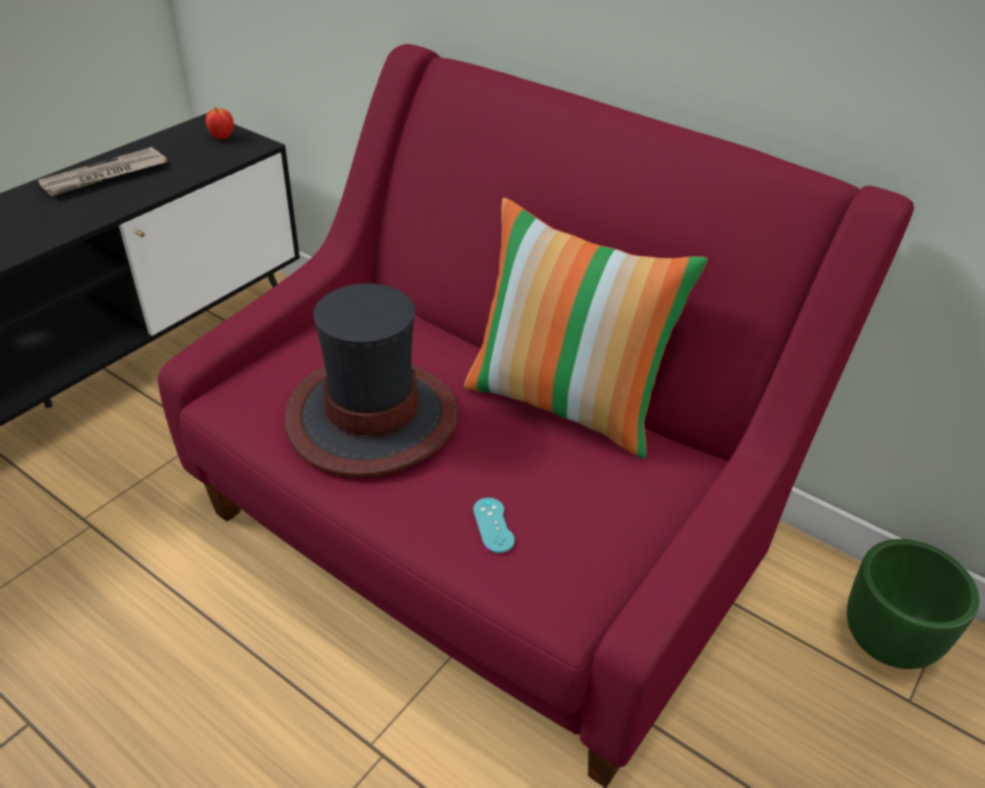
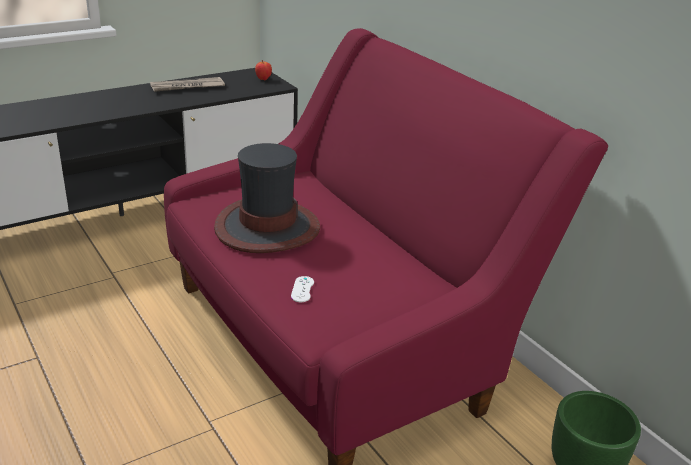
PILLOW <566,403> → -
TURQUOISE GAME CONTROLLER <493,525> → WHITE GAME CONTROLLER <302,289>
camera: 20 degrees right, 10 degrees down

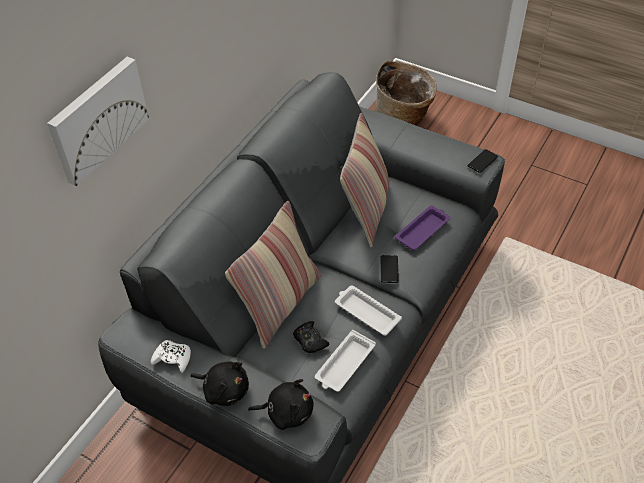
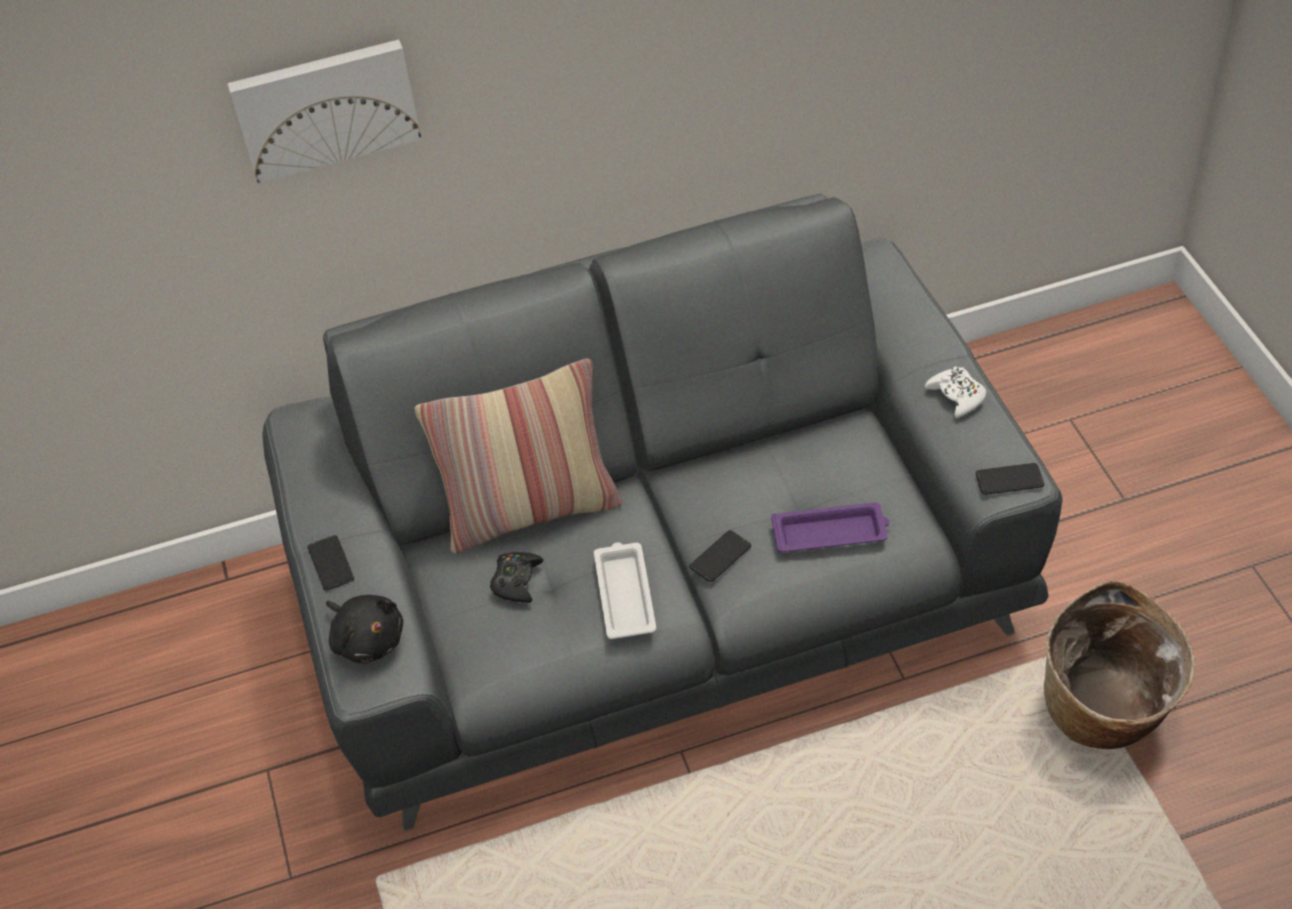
WHITE TRAY <344,364> → -
PILLOW <366,211> → -
WHITE GAME CONTROLLER <173,358> → WHITE GAME CONTROLLER <956,396>, moved
BASKET <403,118> → BASKET <1106,713>, moved
BLACK PLUSH TOY <224,390> → PHONE <331,563>
camera: 45 degrees right, 0 degrees up

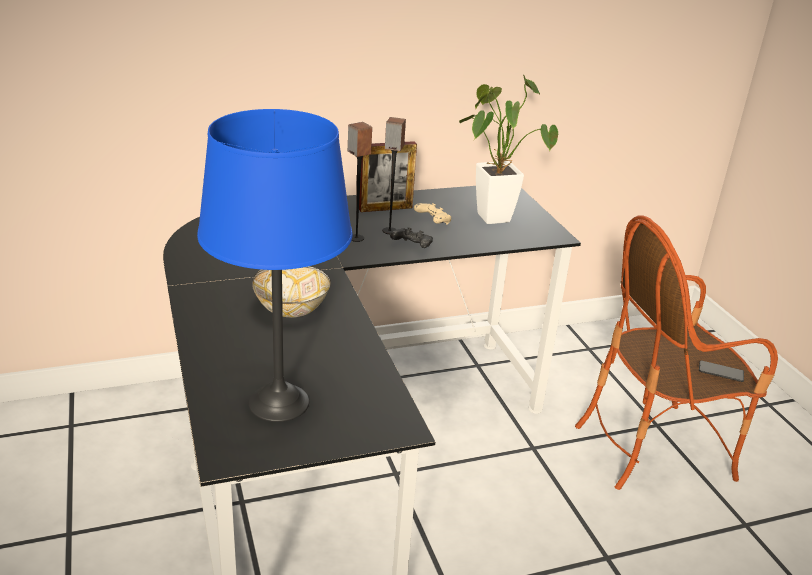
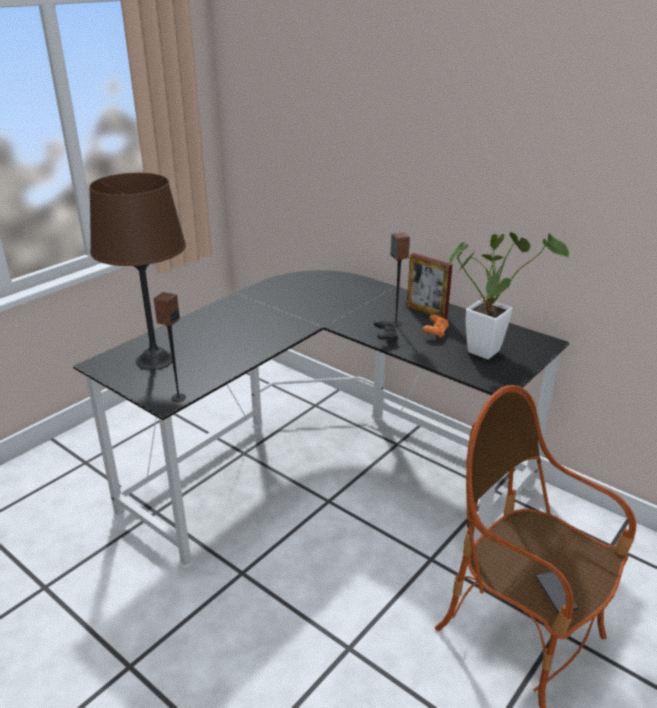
BOWL <291,309> → -
SPEAKER <356,238> → SPEAKER <178,398>, moved
BLUE TABLE LAMP <279,402> → BROWN TABLE LAMP <155,360>
BEIGE GAME CONTROLLER <432,222> → ORANGE GAME CONTROLLER <435,333>
camera: 60 degrees right, 0 degrees up

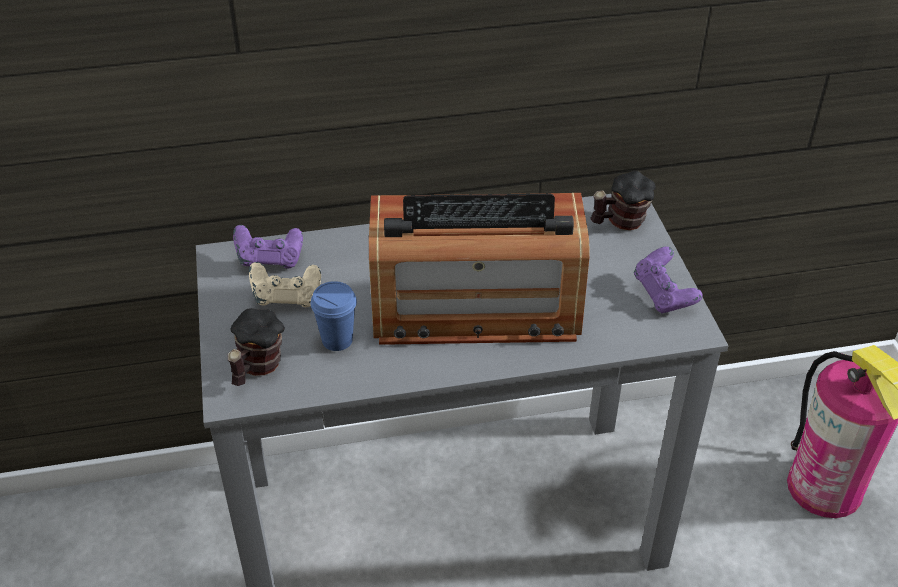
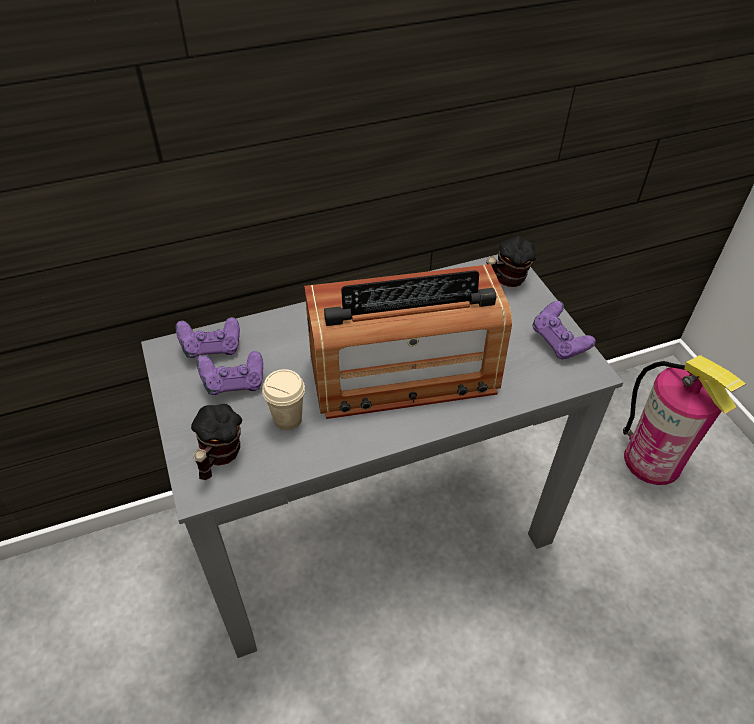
BEIGE GAME CONTROLLER <287,298> → PURPLE GAME CONTROLLER <234,384>
BLUE CUP <337,340> → BEIGE CUP <288,419>
camera: 10 degrees left, 5 degrees up

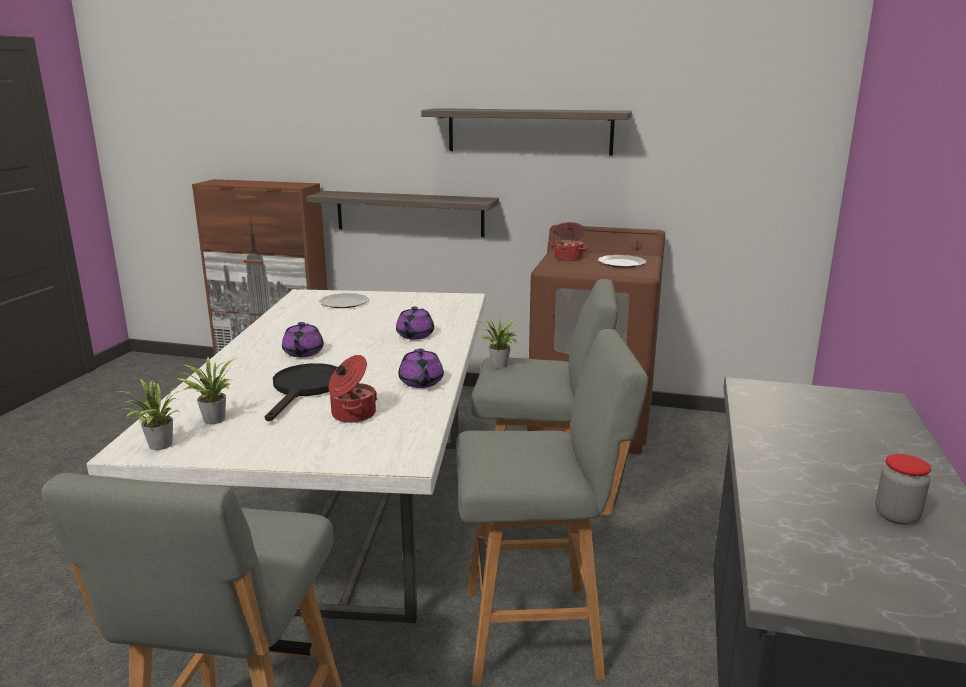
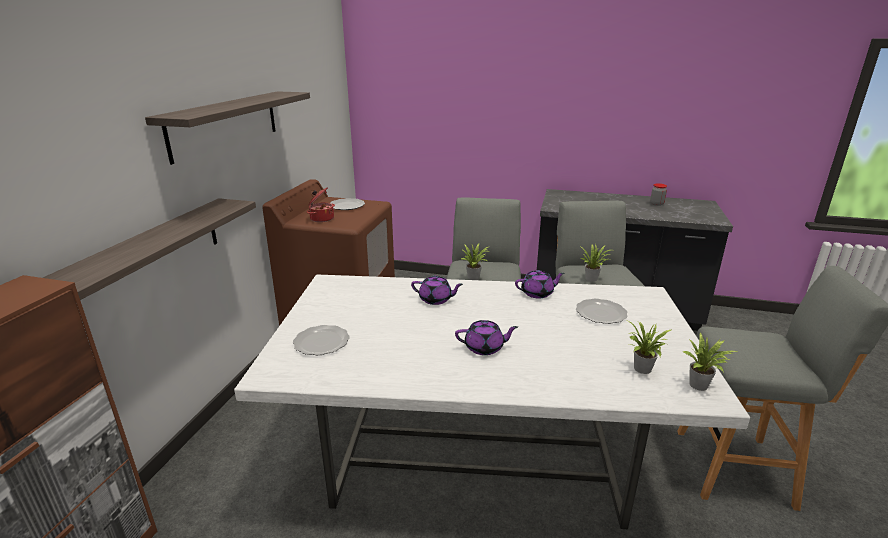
BLACK FRYING PAN <305,389> → -
- → POTTED PLANT <592,278>
COOKING POT <352,414> → PLATE <601,313>
camera: 90 degrees left, 5 degrees up

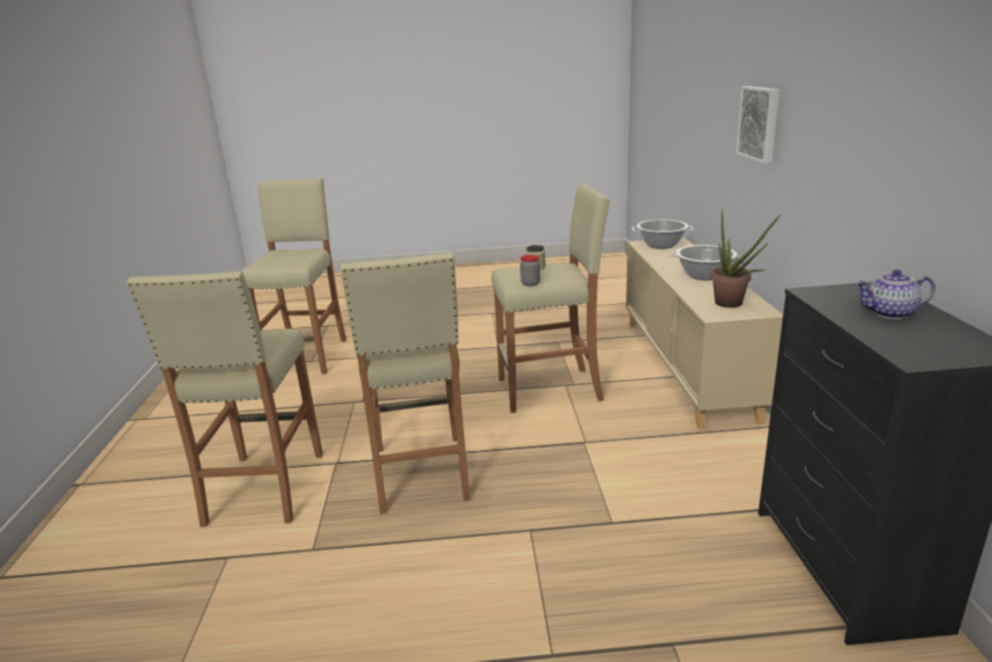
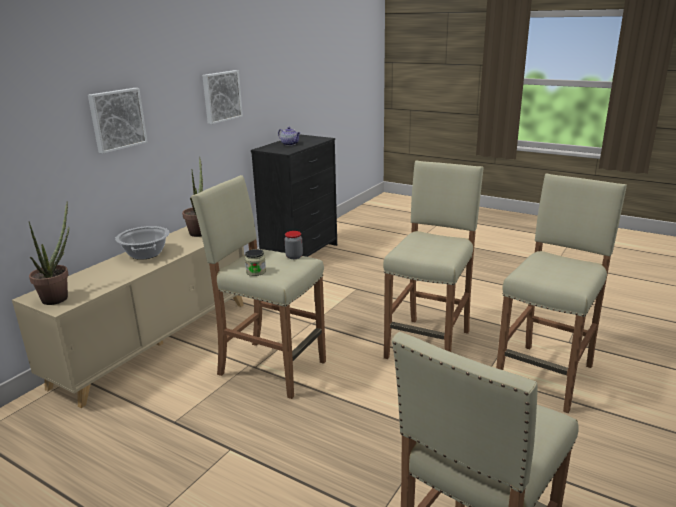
- → PICTURE <221,96>
COOKING POT <661,245> → POTTED PLANT <59,296>
camera: 145 degrees left, 0 degrees up

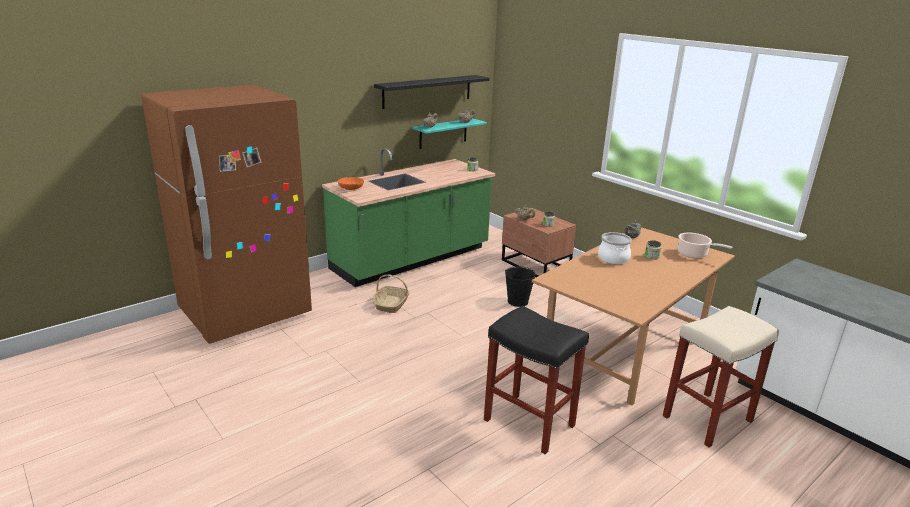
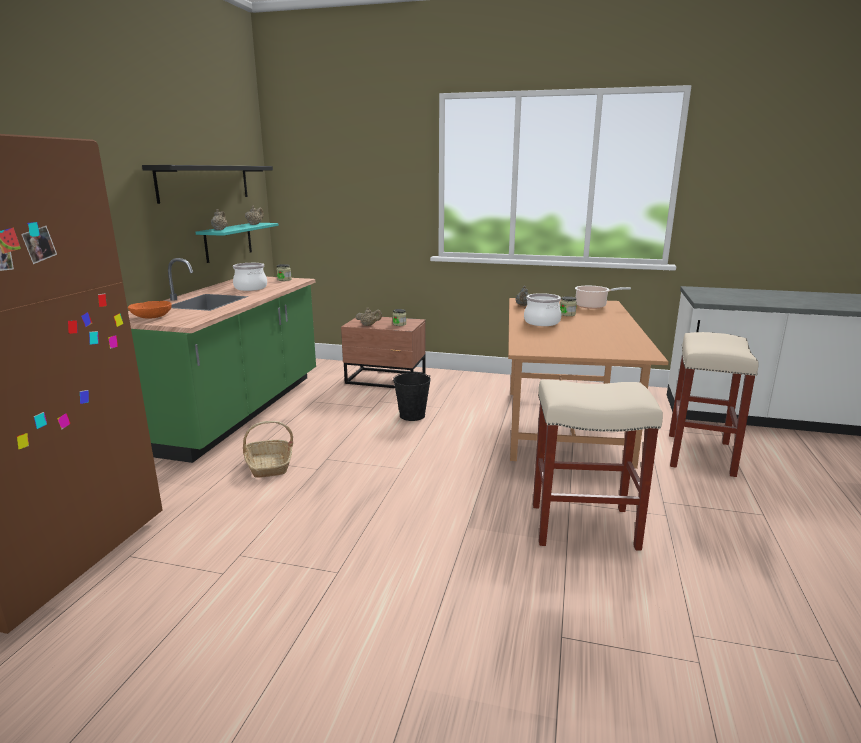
- → COOKING POT <251,288>
BLACK STOOL <528,422> → BEIGE STOOL <582,526>
camera: 35 degrees left, 5 degrees down

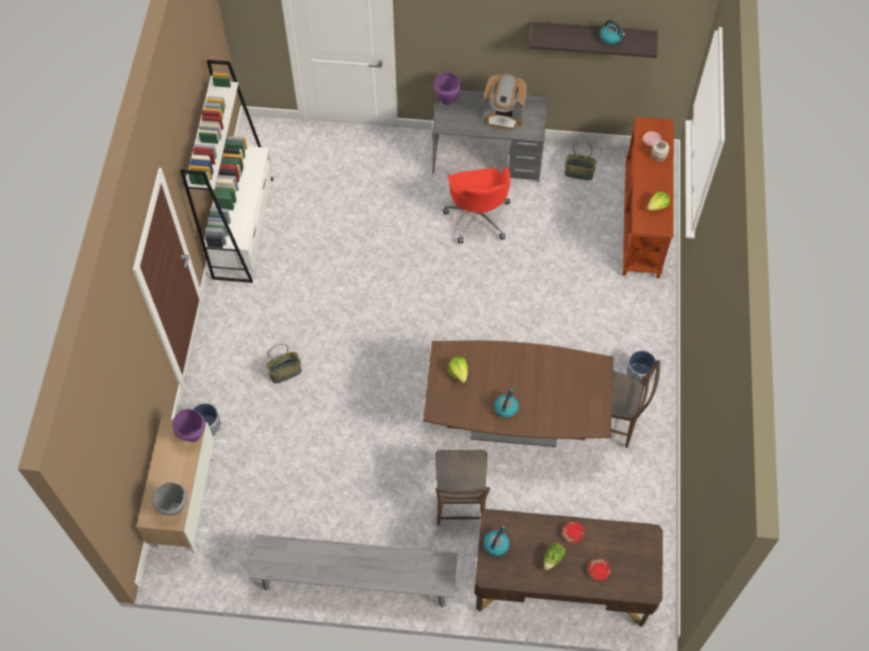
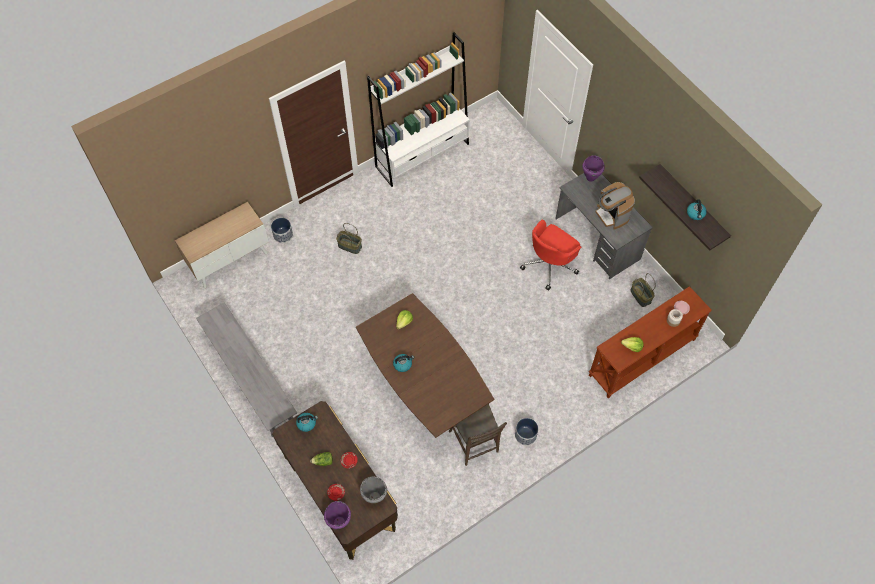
BROWN CHAIR <460,504> → -
GREY COOKING POT <175,509> → GREY COOKING POT <374,497>, moved
PURPLE COOKING POT <193,436> → PURPLE COOKING POT <339,522>, moved
camera: 50 degrees right, 0 degrees up

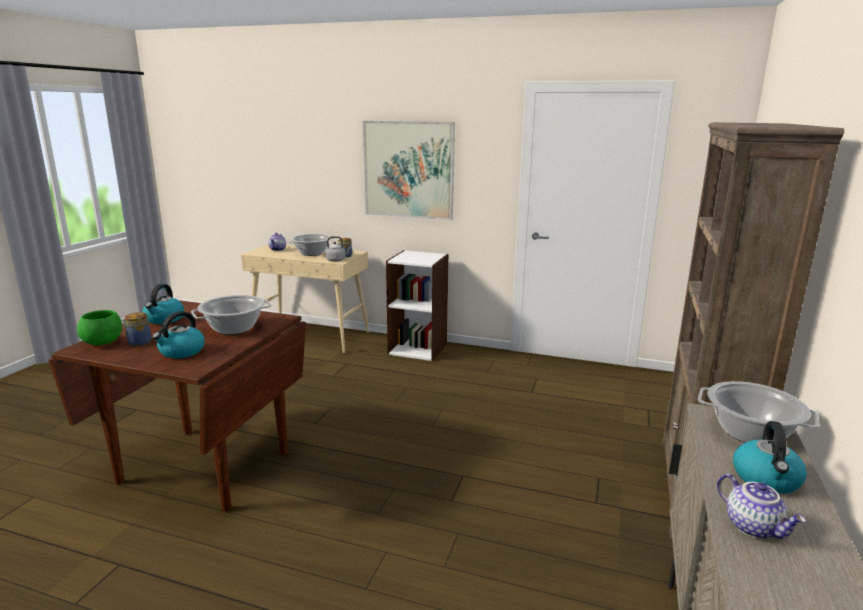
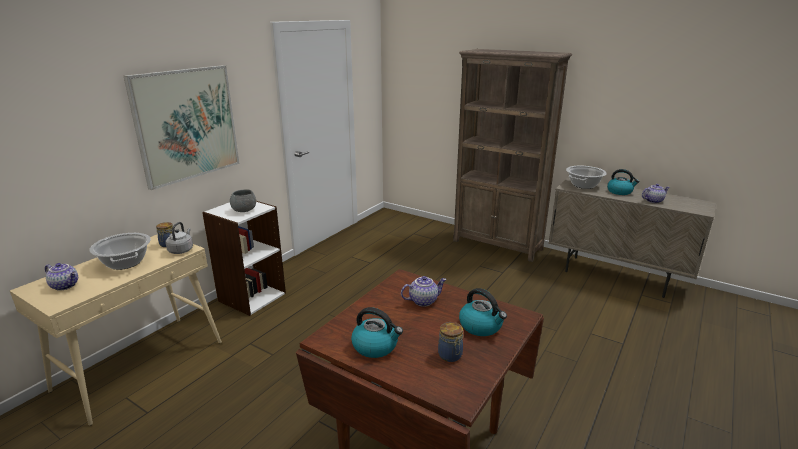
GREEN BOWL <102,343> → -
- → GREY BOWL <244,210>
COOKING POT <234,328> → TEAPOT <423,301>
camera: 75 degrees left, 5 degrees up

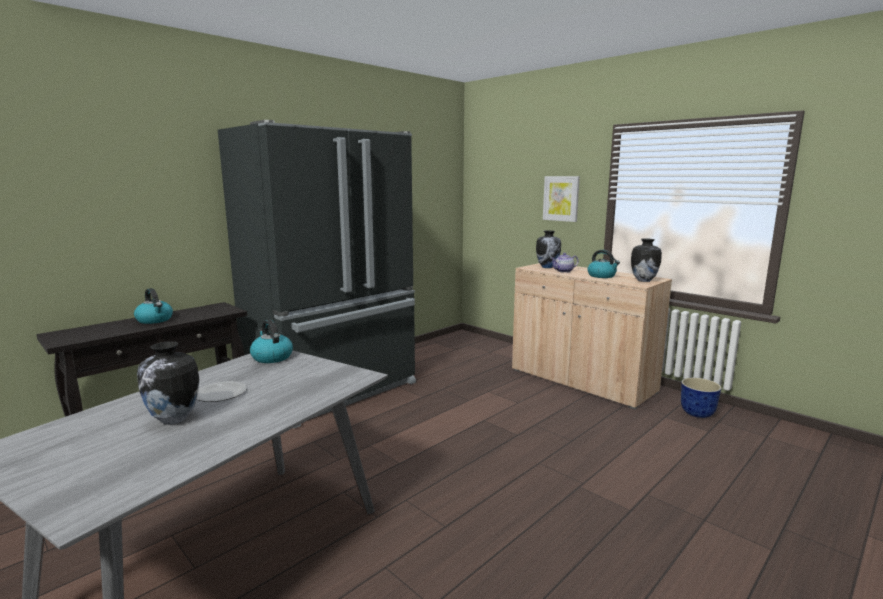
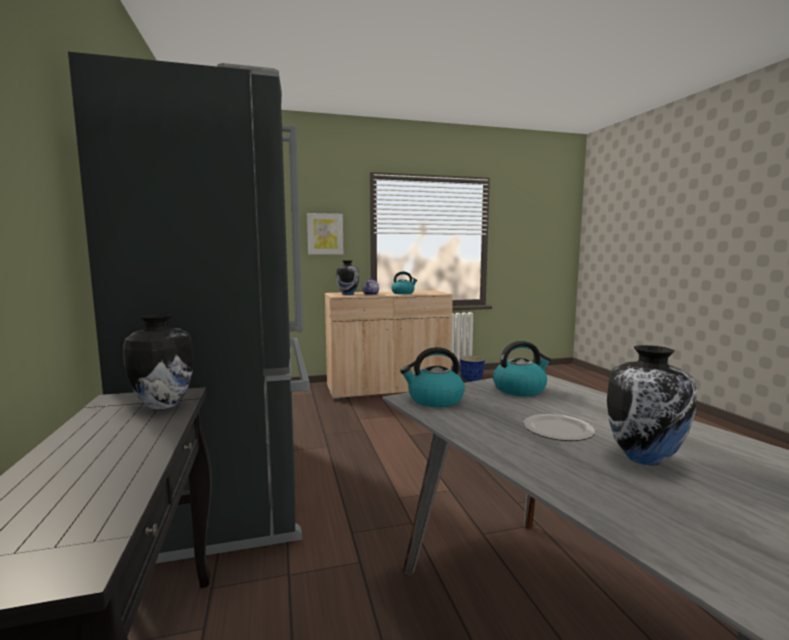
KETTLE <155,320> → KETTLE <520,389>, moved
VASE <643,280> → VASE <162,405>, moved
camera: 60 degrees left, 5 degrees down

